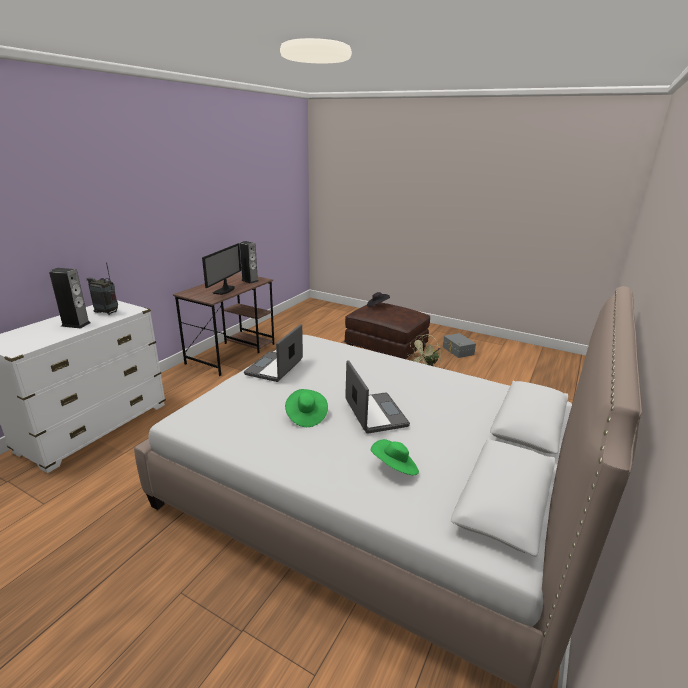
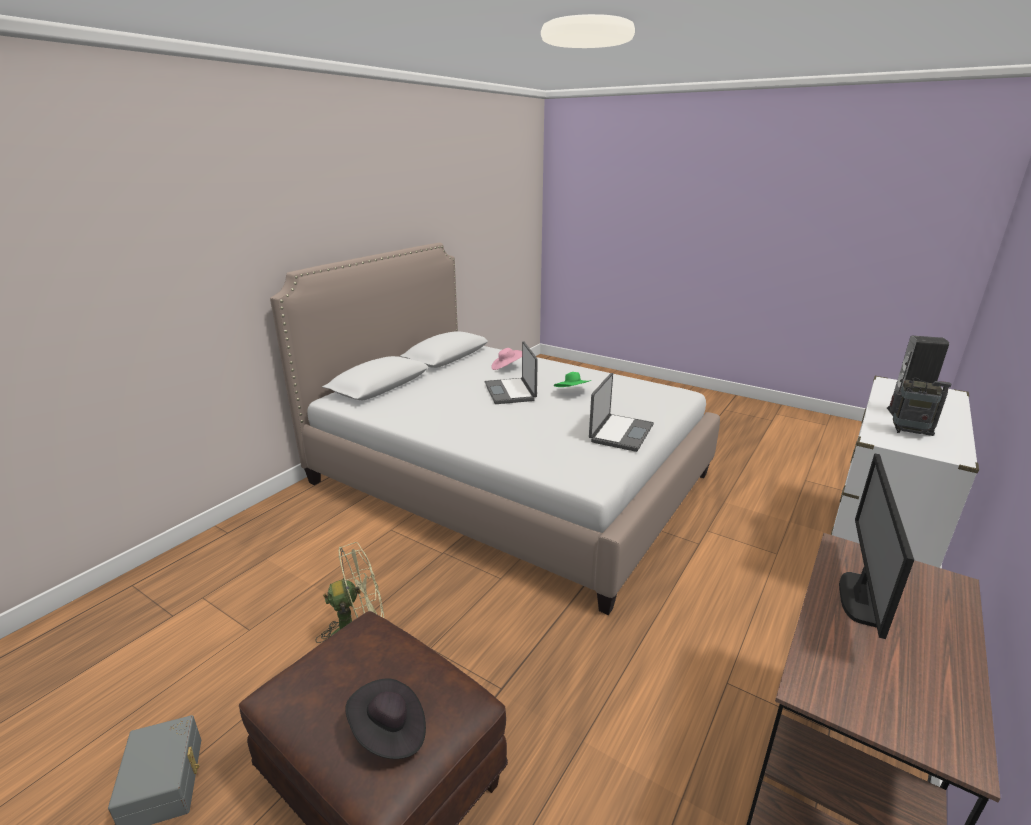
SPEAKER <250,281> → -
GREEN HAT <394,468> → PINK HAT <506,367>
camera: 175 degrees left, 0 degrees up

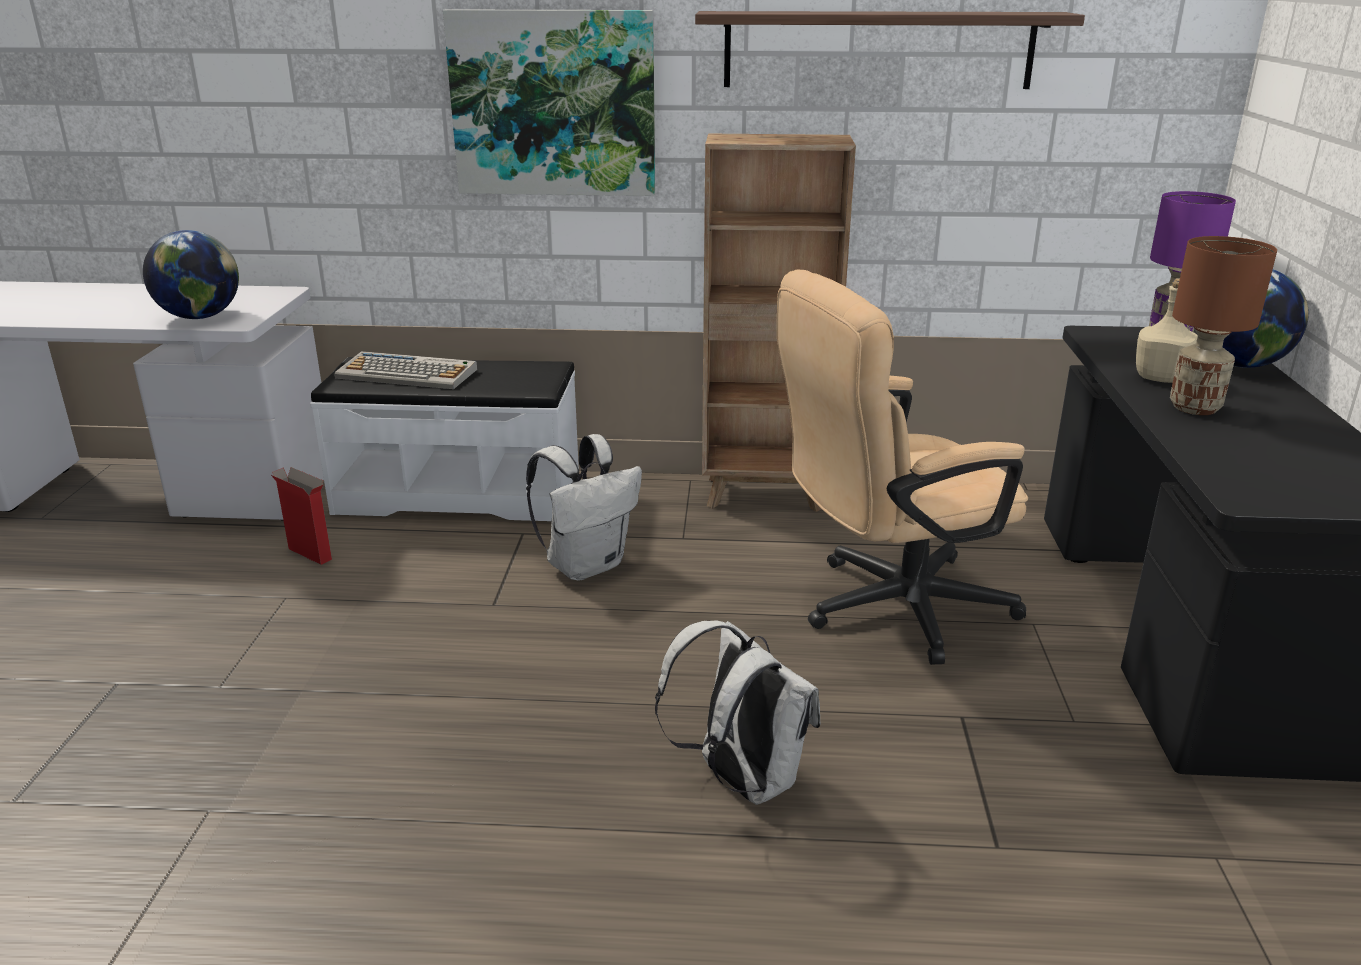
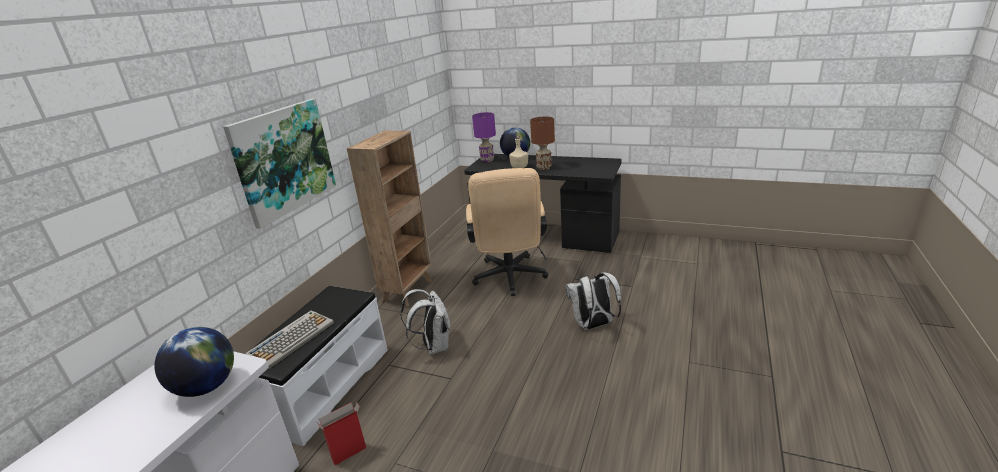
SHELF <878,50> → -
camera: 70 degrees left, 0 degrees up

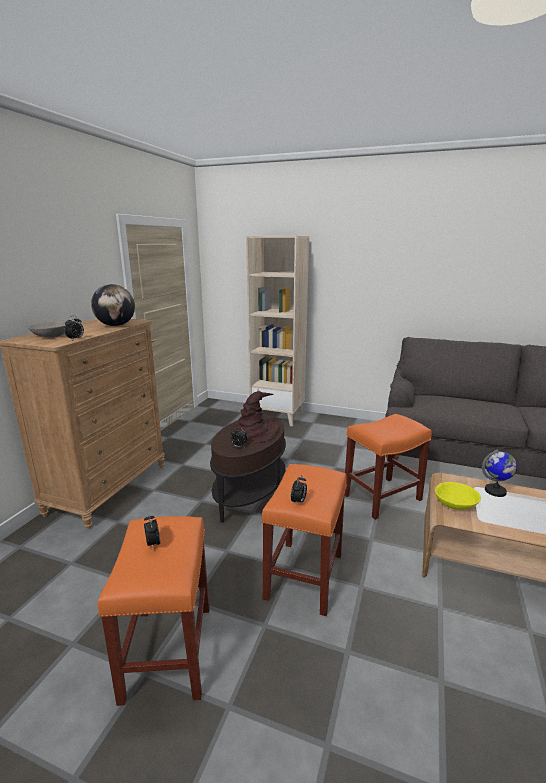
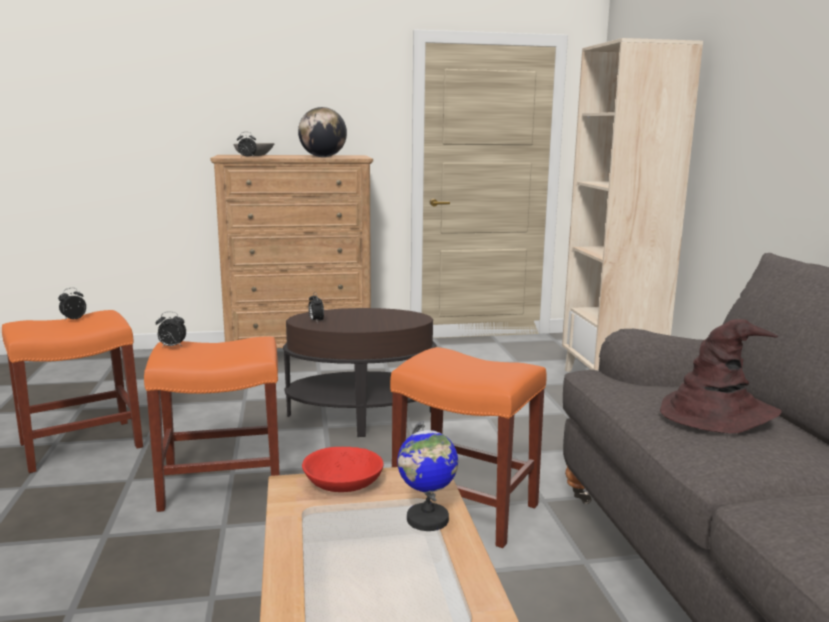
BROWN HAT <254,432> → BROWN HAT <717,413>, moved
YELLOW BOWL <455,503> → RED BOWL <343,484>
camera: 60 degrees right, 5 degrees down

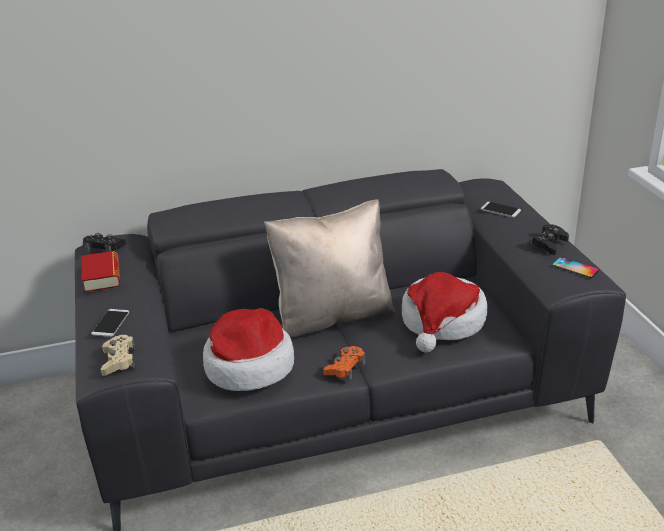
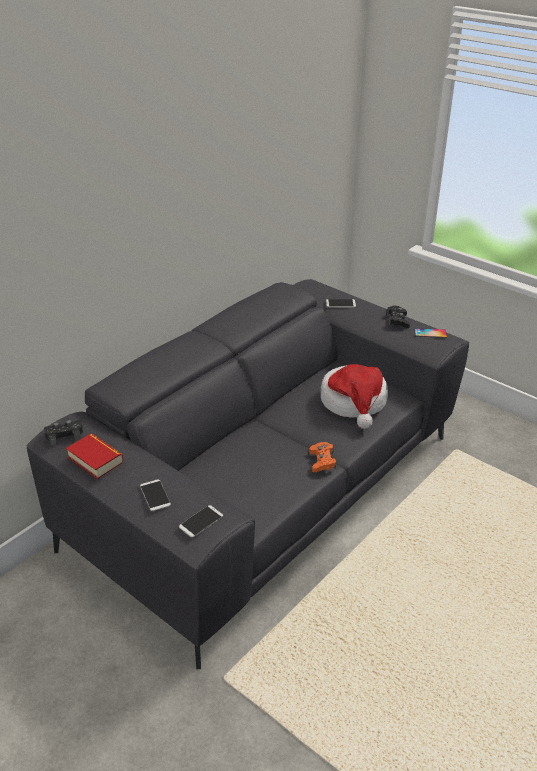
HAT <248,365> → -
BEIGE PILLOW <332,316> → -
BEIGE GAME CONTROLLER <119,360> → PHONE <201,521>
camera: 35 degrees left, 5 degrees up

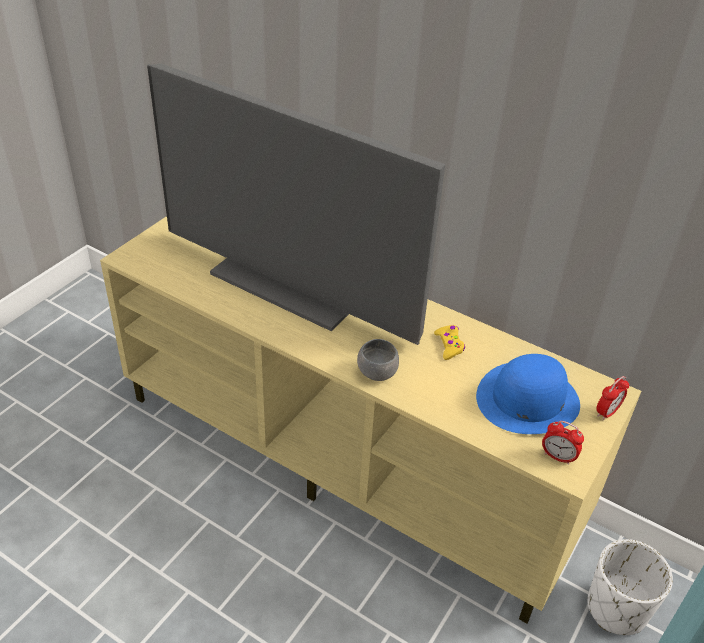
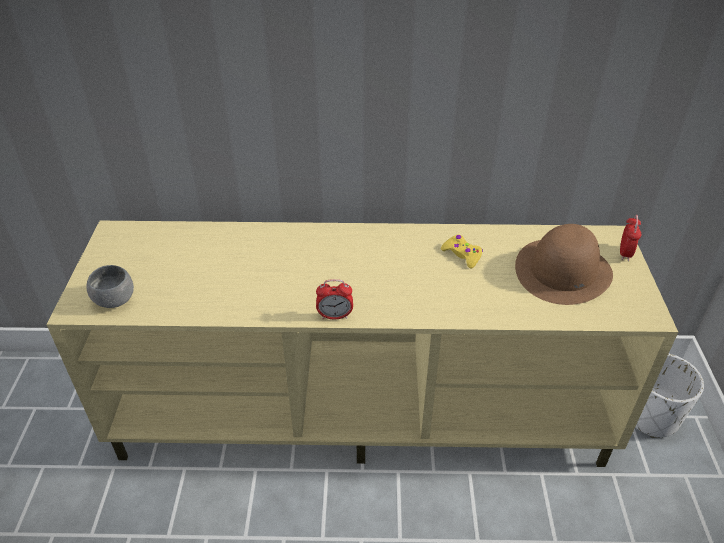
TELEVISION <292,283> → -
GREY BOWL <377,372> → GREY BOWL <114,300>, moved
ALARM CLOCK <558,457> → ALARM CLOCK <335,316>, moved
BLUE HAT <527,400> → BROWN HAT <563,271>
camera: 30 degrees left, 0 degrees up

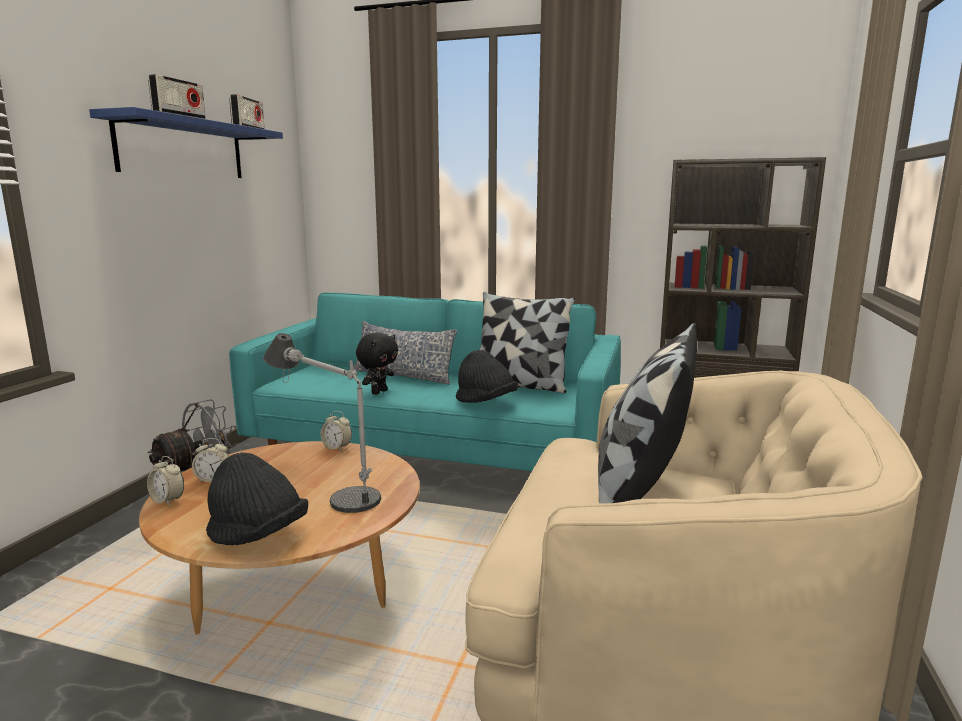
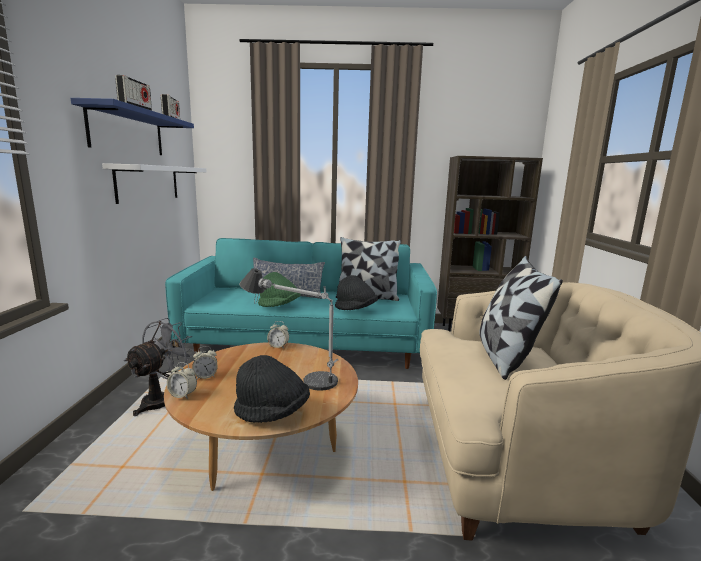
- → WHITE SHELF <148,183>
BLACK PLUSH TOY <378,392> → GREEN HAT <279,306>
camera: 15 degrees left, 0 degrees up

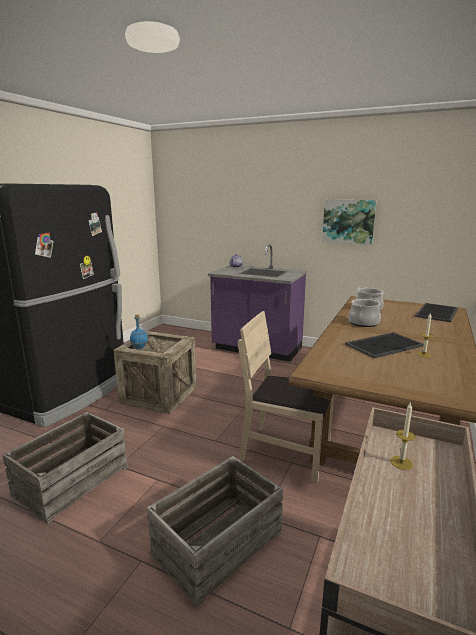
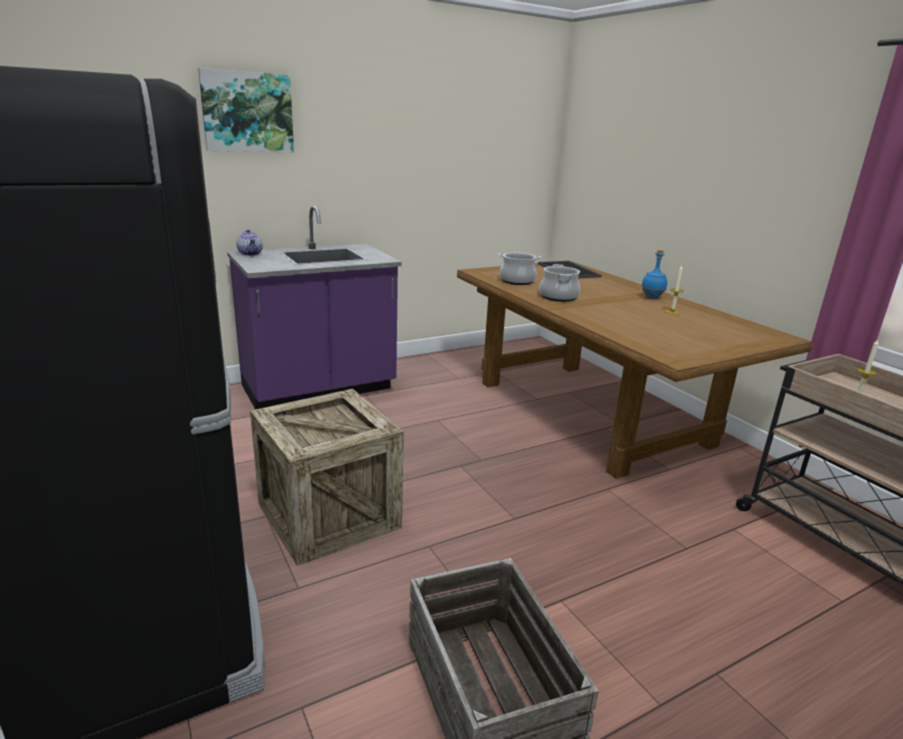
CRATE <218,544> → -
BEIGE CHAIR <286,451> → -
TRAY <384,346> → -
BLUE BOTTLE <139,348> → BLUE BOTTLE <652,298>, moved
PICTURE <348,221> → PICTURE <247,112>, moved
camera: 55 degrees left, 5 degrees up

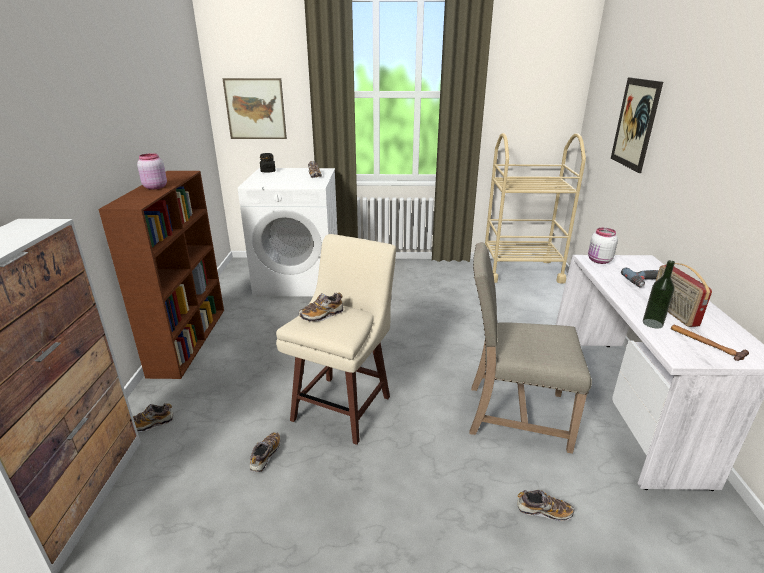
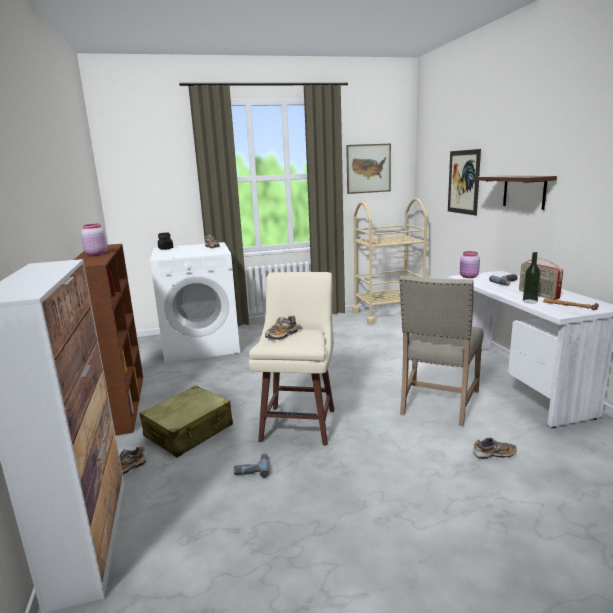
- → BEIGE SUITCASE <189,431>
- → SHELF <524,191>
PICTURE <255,109> → PICTURE <368,168>, moved
SHOE <265,456> → POWER DRILL <252,469>
WHITE JAR <599,261> → PINK JAR <468,277>
BEIGE CHAIR <513,414> → BEIGE CHAIR <437,403>, 60 degrees counterclockwise
camera: 15 degrees left, 10 degrees down

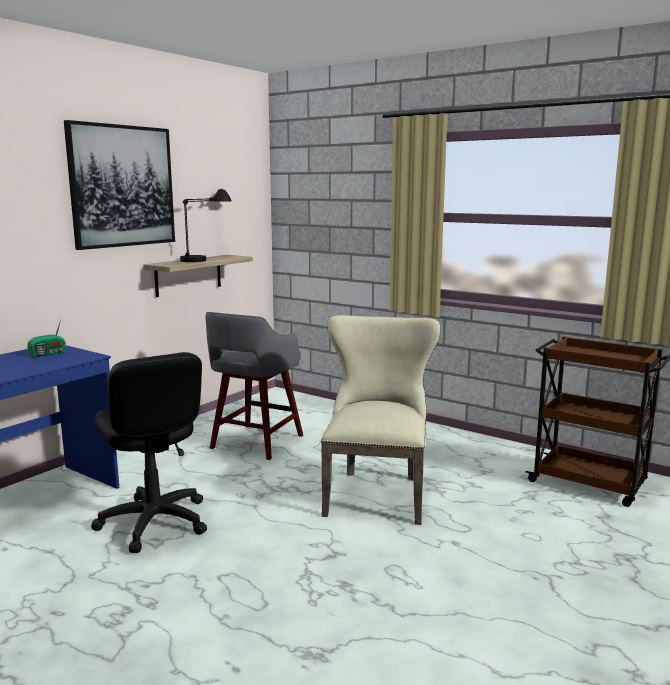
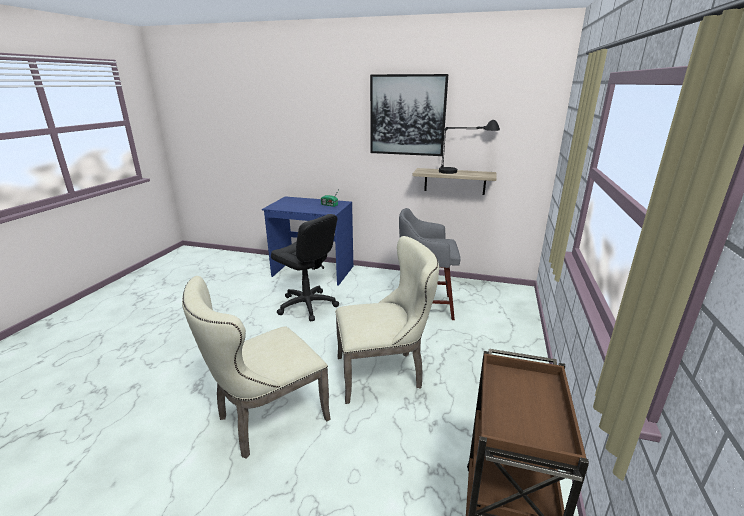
- → BEIGE CHAIR <266,419>
BLACK OFFICE CHAIR <154,522> → BLACK OFFICE CHAIR <307,306>, 90 degrees counterclockwise
camera: 70 degrees right, 10 degrees up

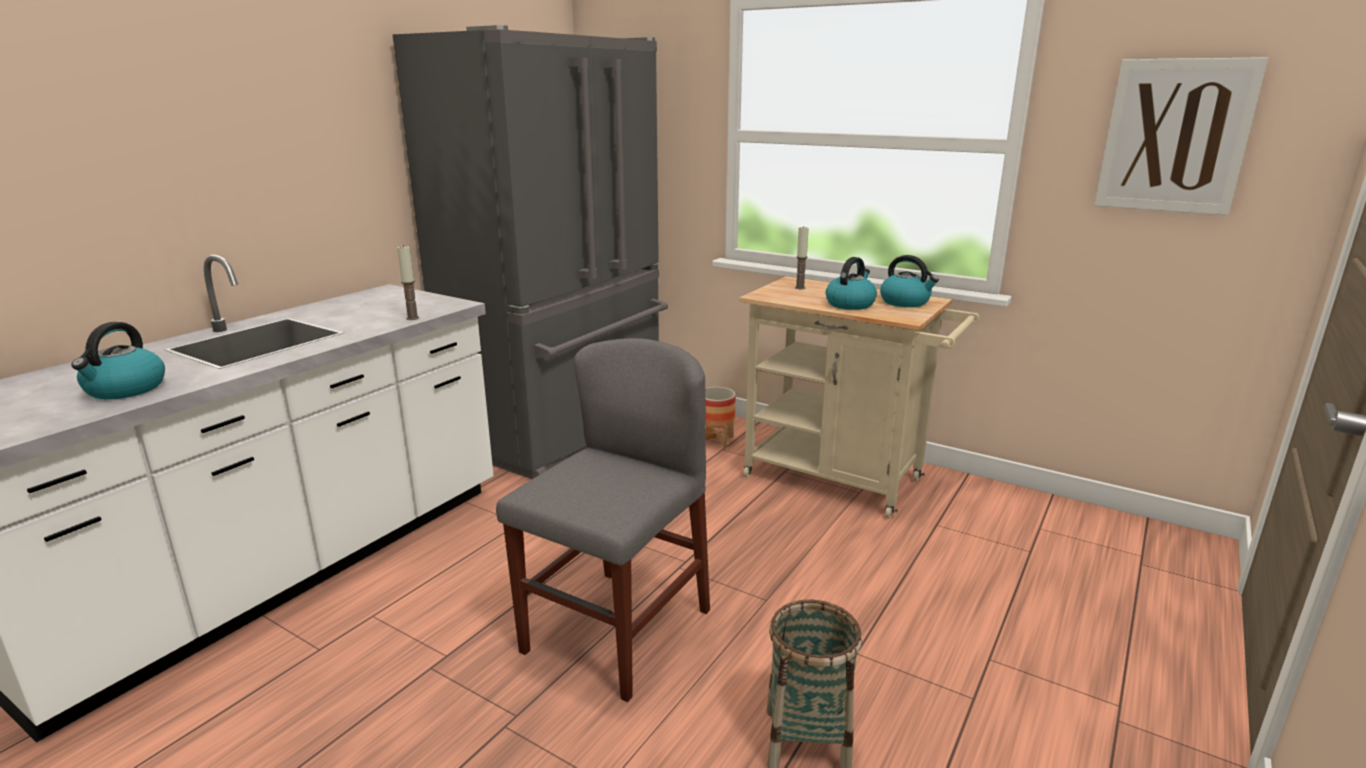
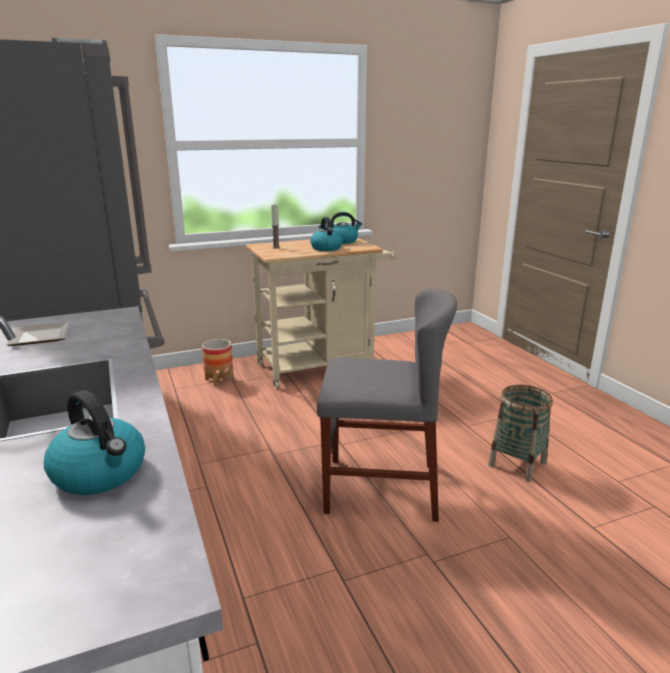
CANDLE <412,318> → -
PICTURE <1175,136> → -
- → PLATE <38,336>
GREY CHAIR <617,631> → GREY CHAIR <380,488>, 120 degrees clockwise
camera: 55 degrees left, 0 degrees up

